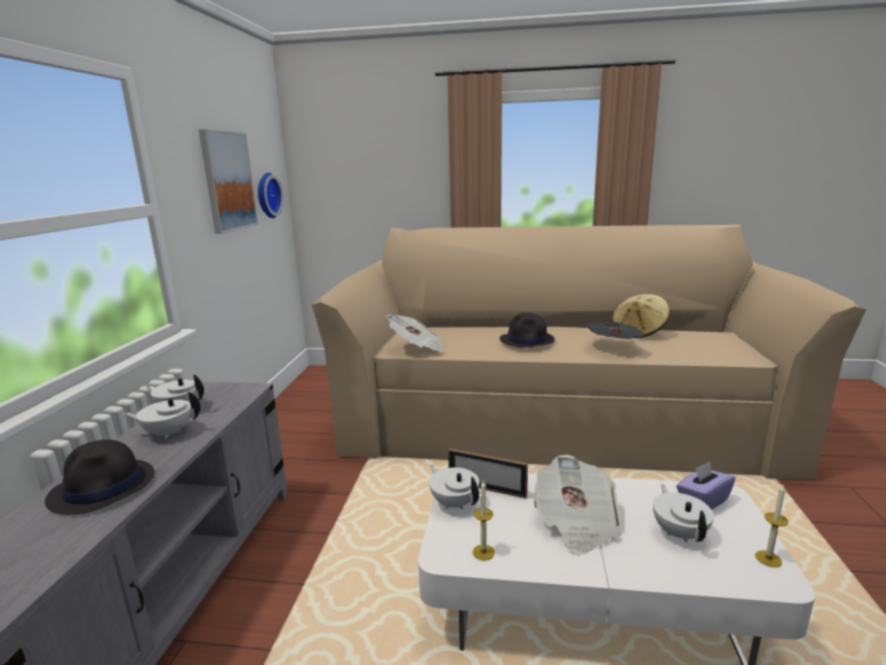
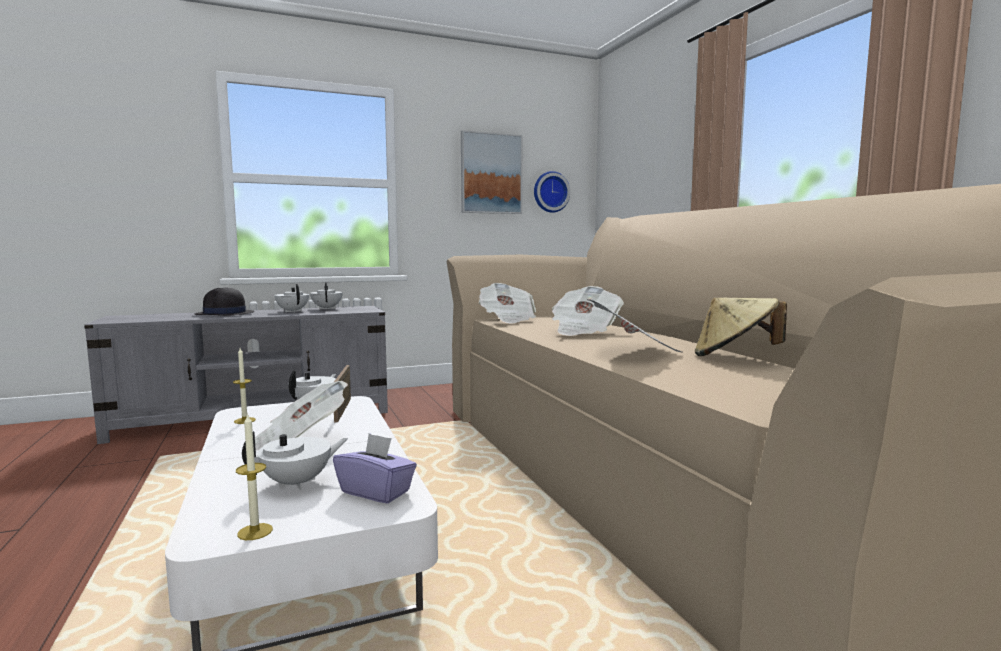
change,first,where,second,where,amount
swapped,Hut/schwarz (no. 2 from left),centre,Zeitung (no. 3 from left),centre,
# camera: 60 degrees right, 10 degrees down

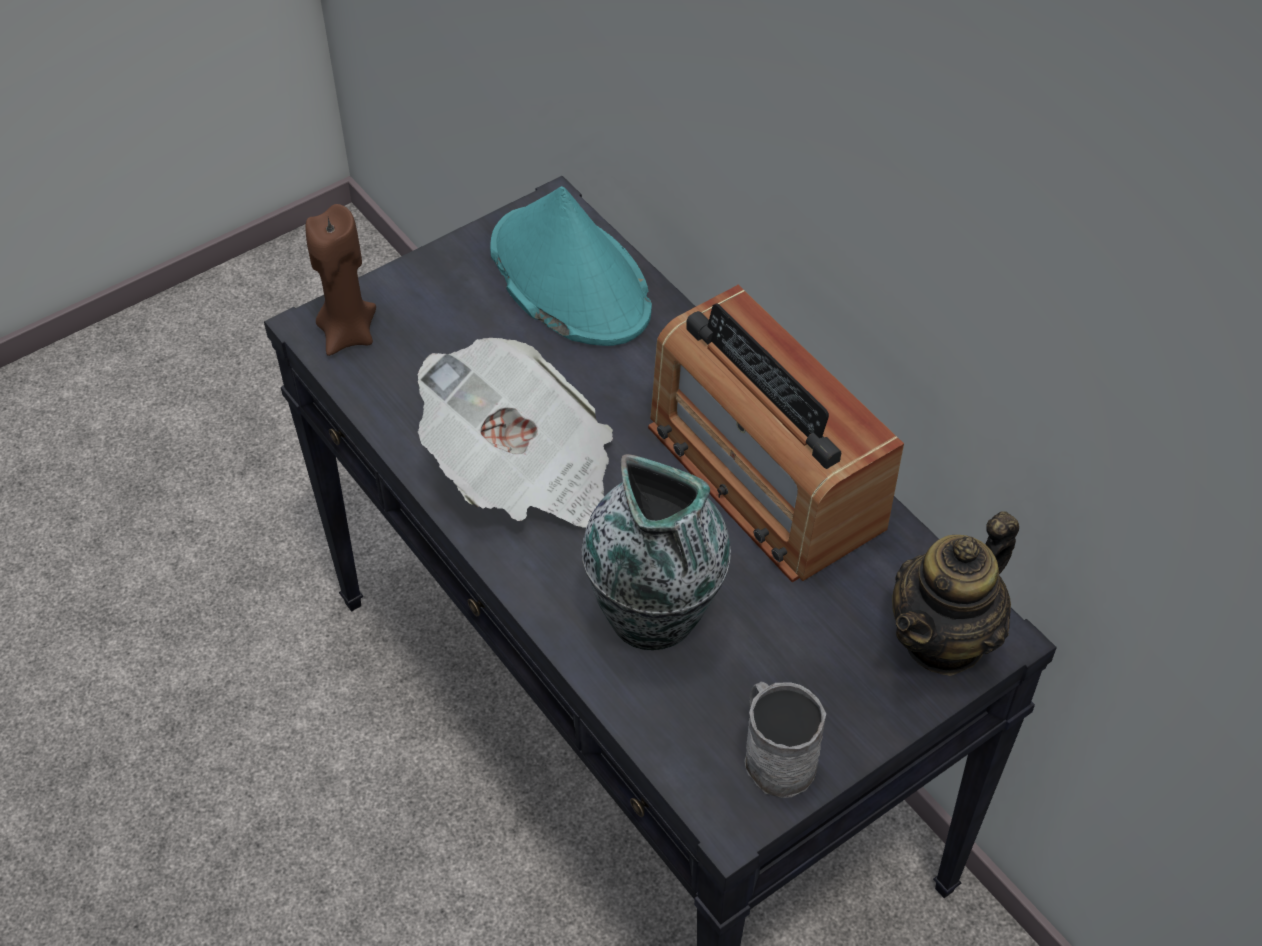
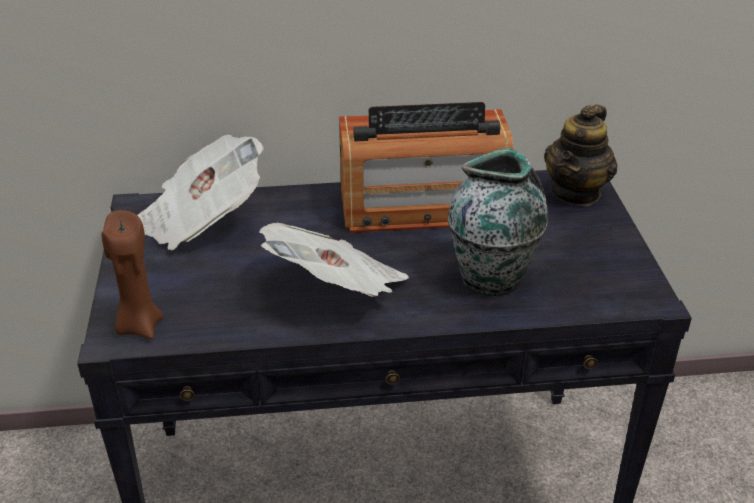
change,first,where,second,where,amount
swapped,Hut/türkis,top centre,Zeitung (no. 1 from left),middle left,
gone,Henkelbecher/grau,bottom centre,,,
rotated,Teekanne,middle right,,top right,45 degrees clockwise
# camera: 60 degrees left, 15 degrees down

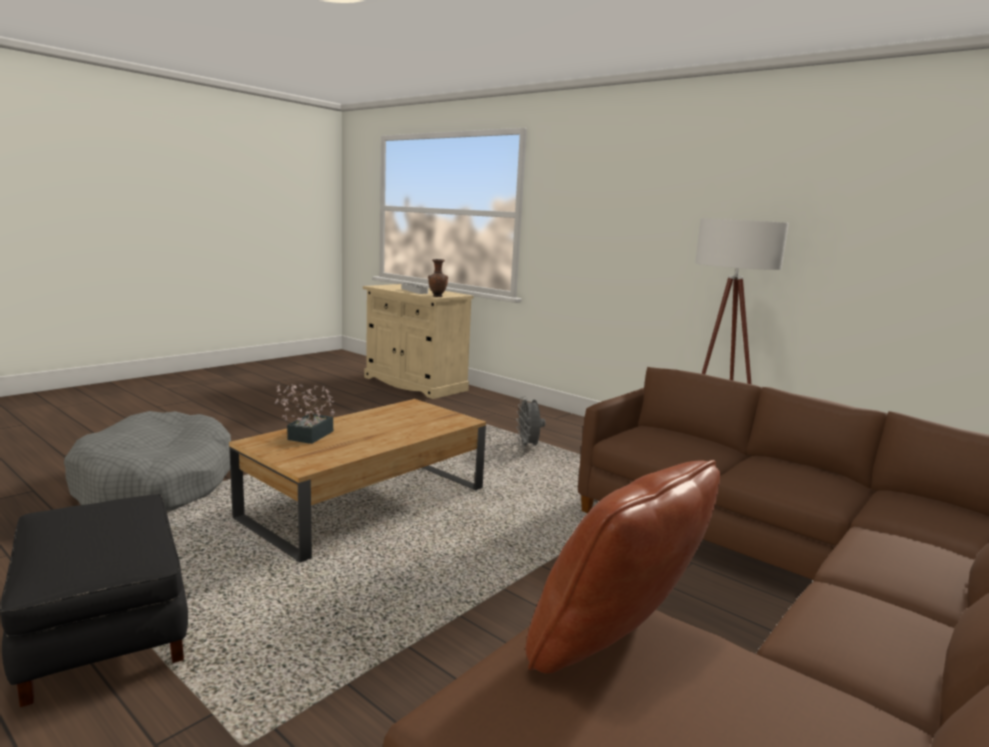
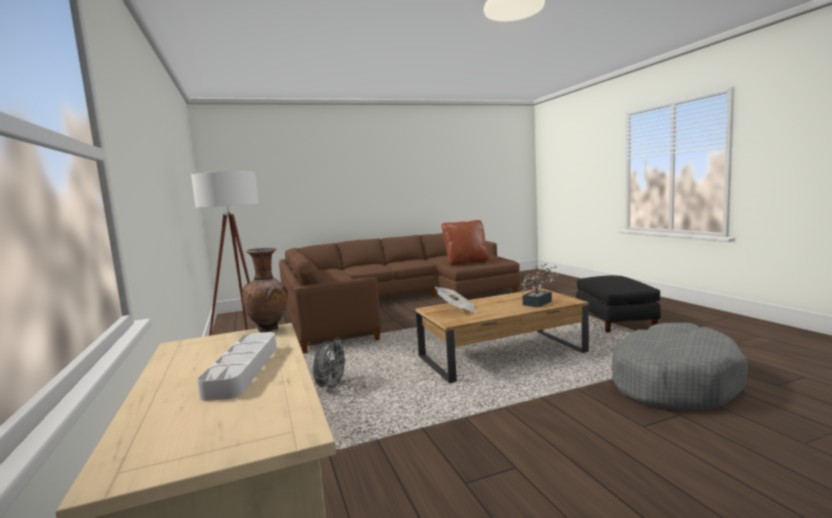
change,first,where,second,where,amount
new,,,Zeitung,centre,
# camera: 150 degrees left, 5 degrees down

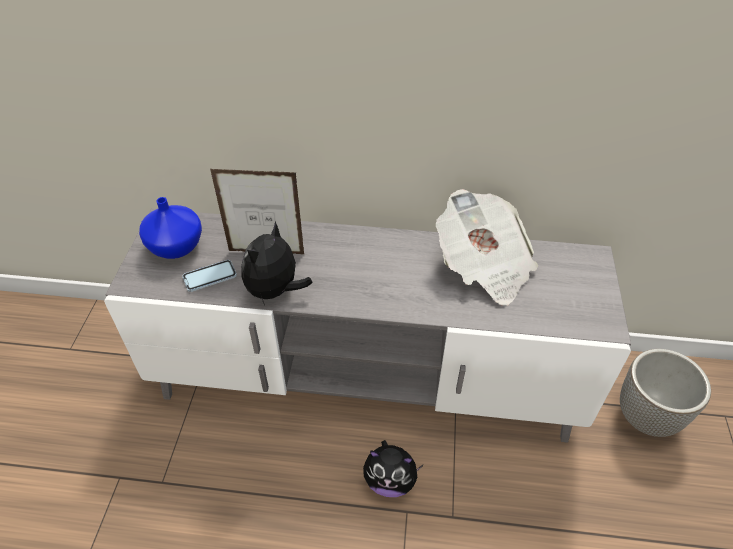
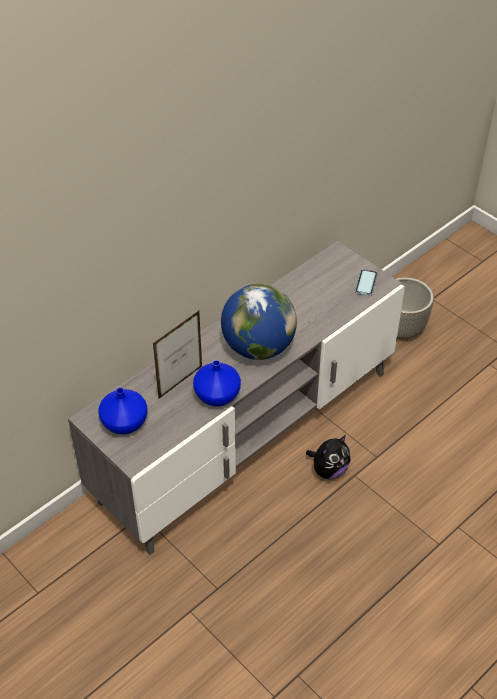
change,first,where,second,where,amount
shifted,Handy,middle left,,middle right,
swapped,Plüschtier (no. 1 from left),centre,Vase/blau (no. 2 from left),centre,
gone,Zeitung,centre,,,
new,,,Globus,centre,
# camera: 50 degrees left, 0 degrees up

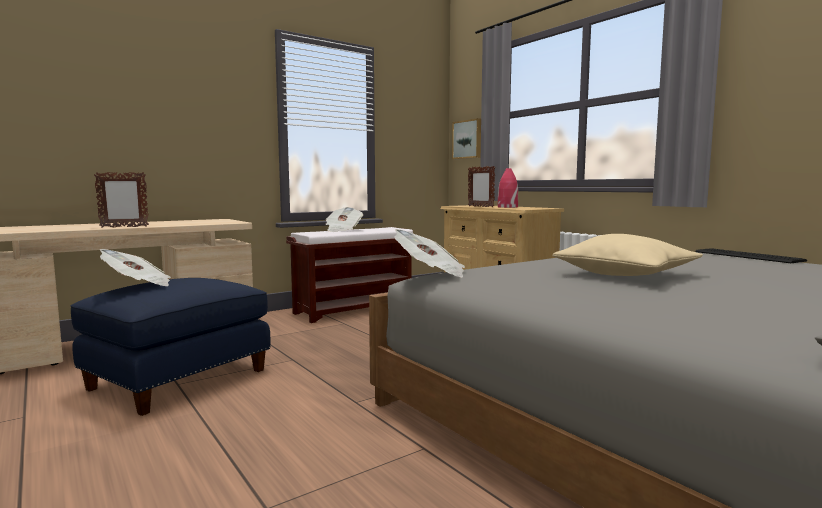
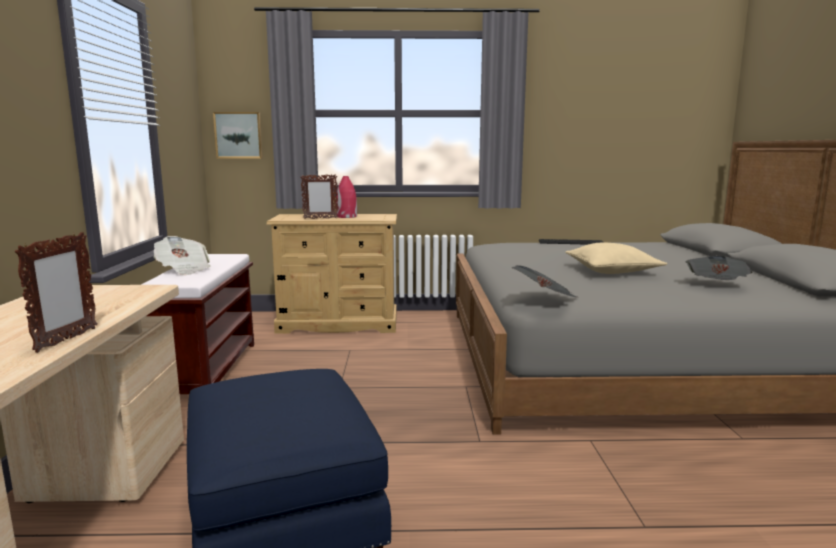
change,first,where,second,where,amount
shifted,Zeitung (no. 1 from left in the first image),middle left,Zeitung (no. 3 from left),middle right,
# camera: 55 degrees left, 5 degrees up

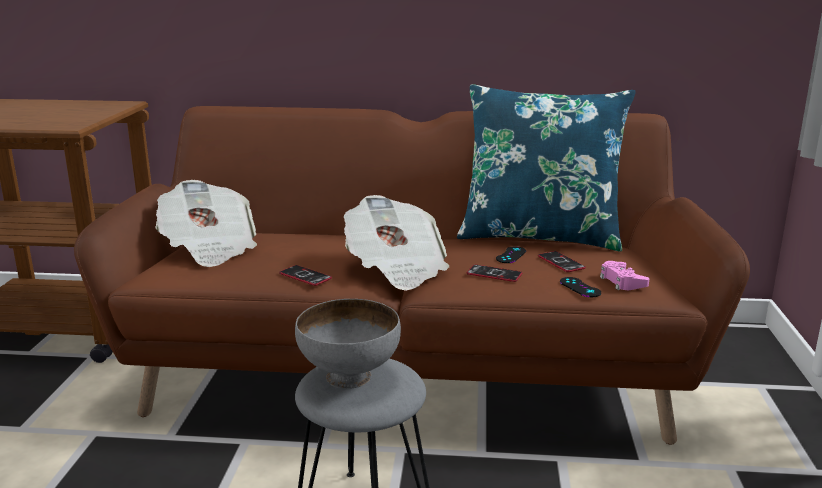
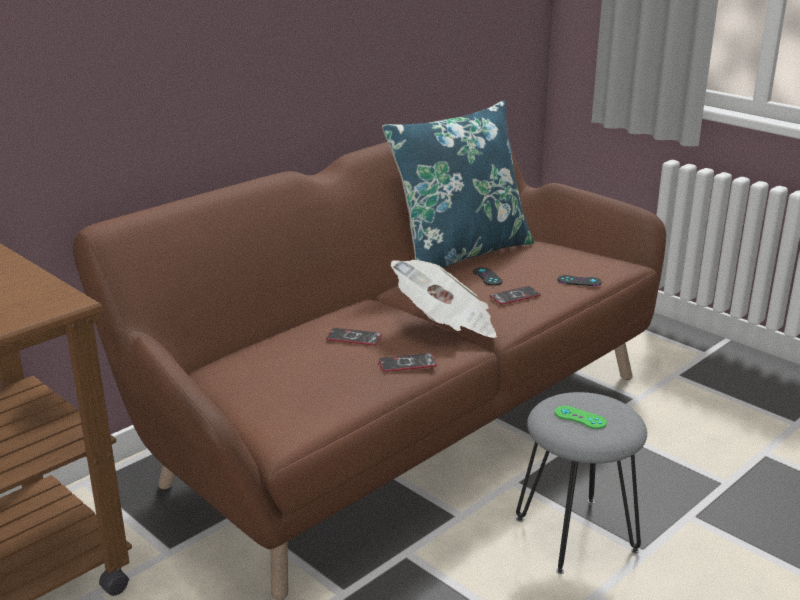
change,first,where,second,where,amount
gone,Zeitung (no. 1 from left),middle left,,,
swapped,Schüssel/grau,bottom centre,Gamepad/grün,bottom right,
shifted,Handy (no. 3 from left in the first image),middle right,Handy (no. 1 from left),centre,
gone,Gamepad/rosa,middle right,,,
# camera: 50 degrees left, 5 degrees up

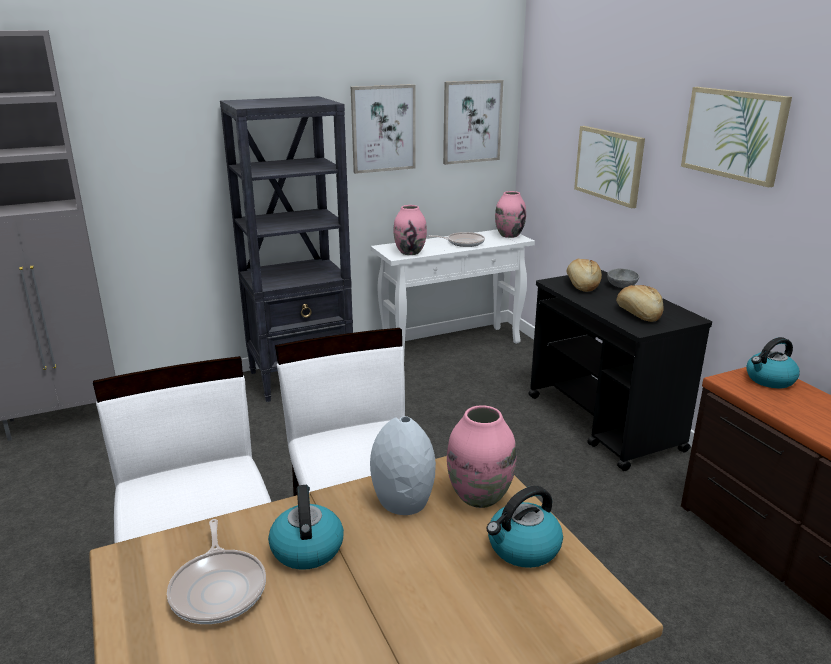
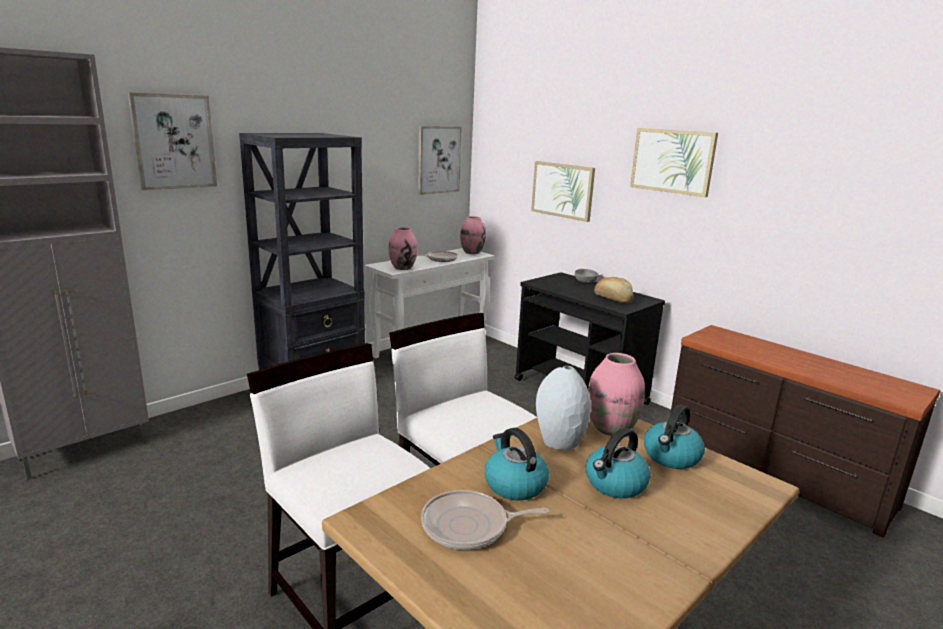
change,first,where,second,where,amount
rotated,Pfanne (no. 1 from left in the first image),bottom left,Pfanne (no. 2 from left),bottom centre,120 degrees clockwise
shifted,Bild (no. 1 from left),top centre,,top left,
gone,Brot (no. 1 from left),middle right,,,
shifted,Wasserkessel (no. 3 from left in the first image),middle right,Wasserkessel (no. 2 from left),bottom centre,
# camera: 20 degrees left, 5 degrees down

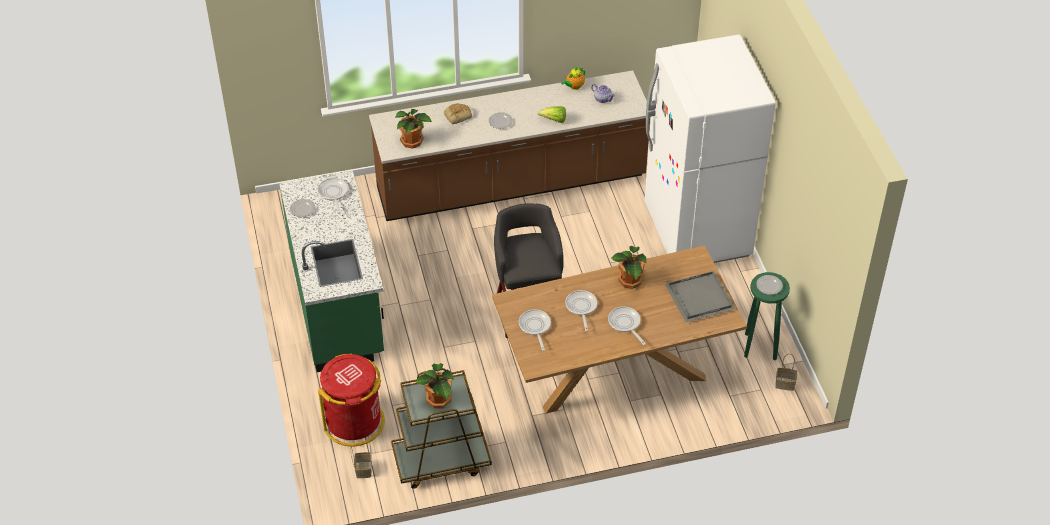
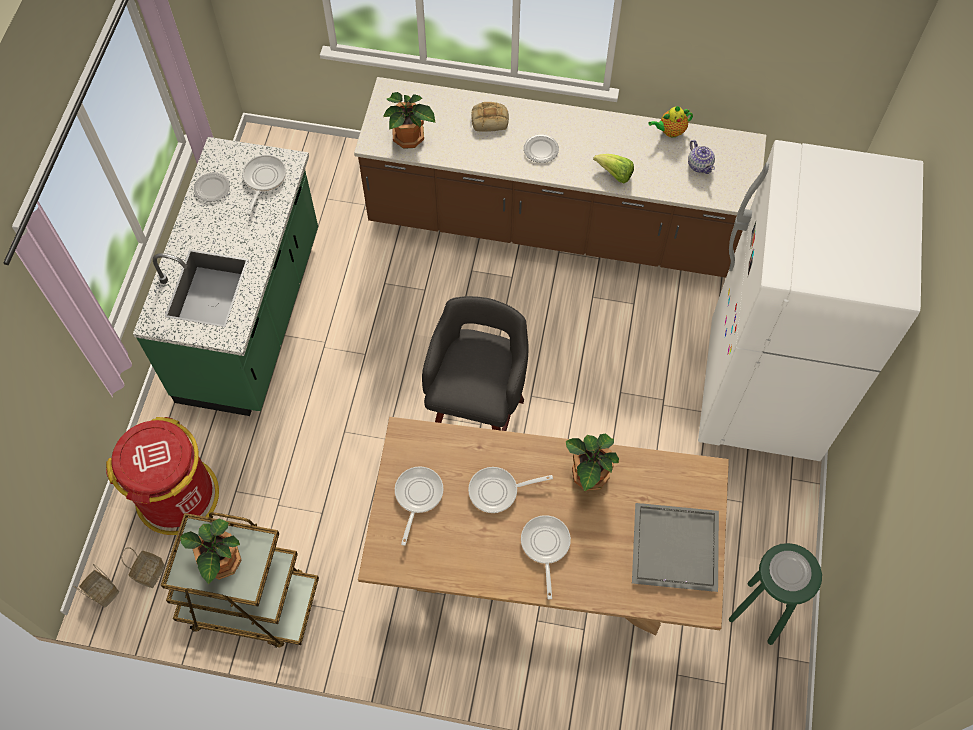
change,first,where,second,where,amount
rotated,Pfanne (no. 3 from left),centre,,bottom centre,120 degrees counterclockwise
shifted,Korb (no. 2 from left in the first image),bottom right,Korb (no. 1 from left),bottom left,
# camera: 25 degrees right, 15 degrees up

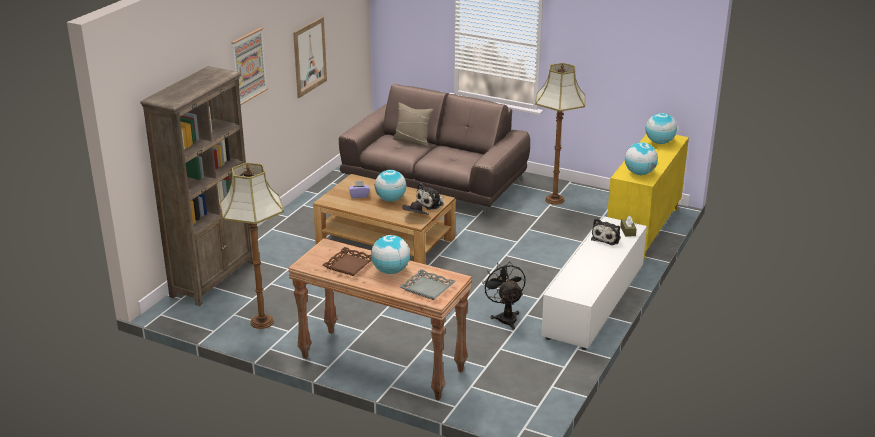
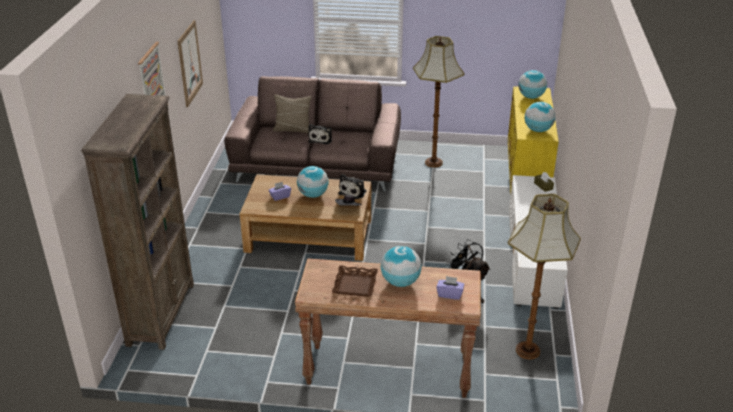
change,first,where,second,where,amount
shifted,Stehlampe (no. 1 from left in the first image),middle left,Stehlampe (no. 2 from left),bottom right,
swapped,Tablett/grau,centre,Taschentuchbox/lila (no. 2 from left),bottom centre,
shifted,Plüschtier (no. 2 from left in the first image),middle right,Plüschtier (no. 1 from left),top centre,
# camera: 20 degrees left, 5 degrees up

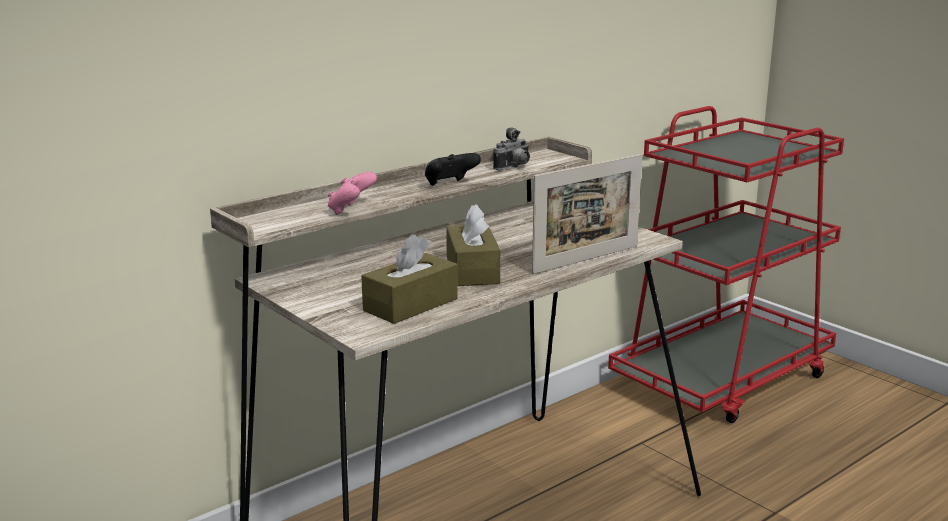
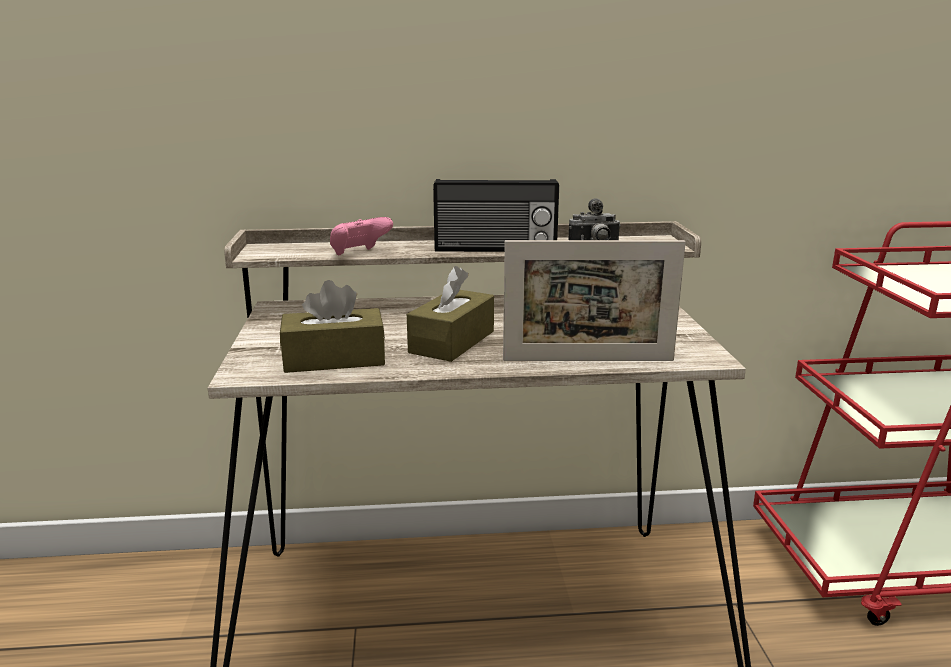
change,first,where,second,where,amount
swapped,Gamepad/schwarz,top centre,Radio,top centre,
# camera: 35 degrees right, 0 degrees up

